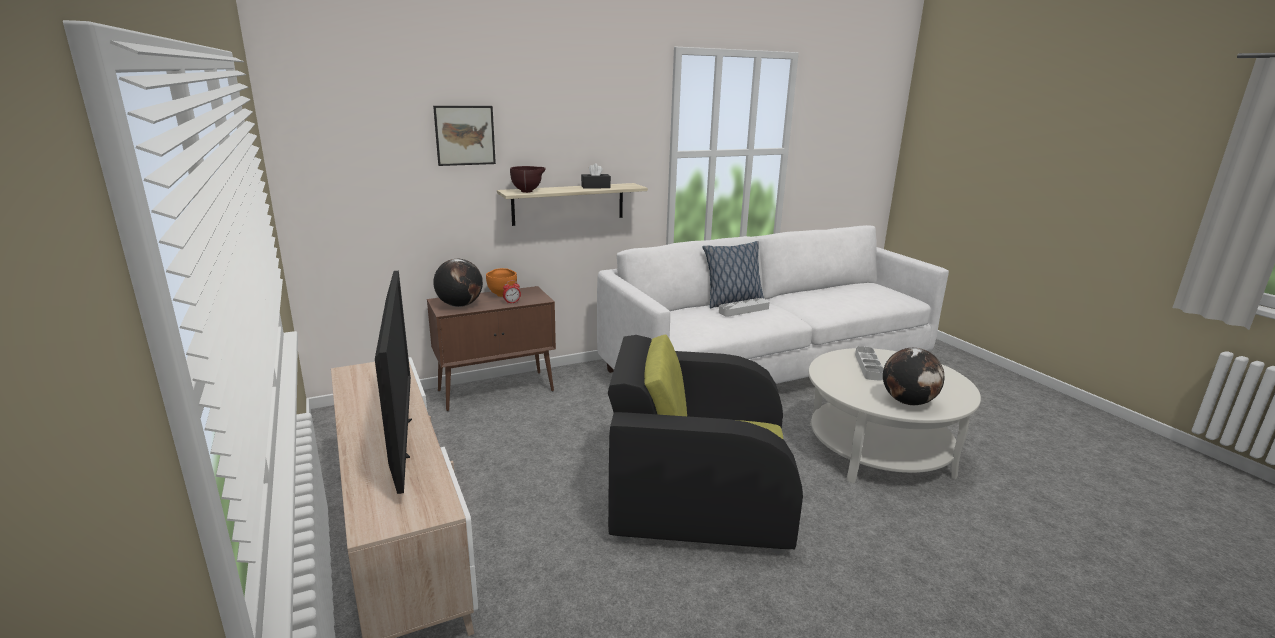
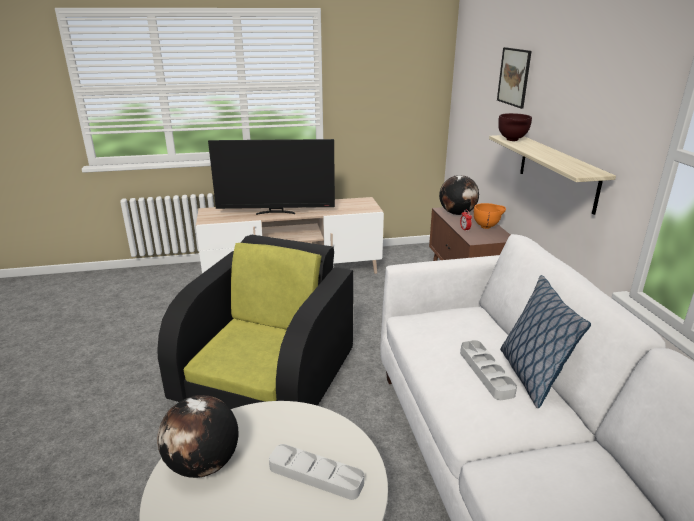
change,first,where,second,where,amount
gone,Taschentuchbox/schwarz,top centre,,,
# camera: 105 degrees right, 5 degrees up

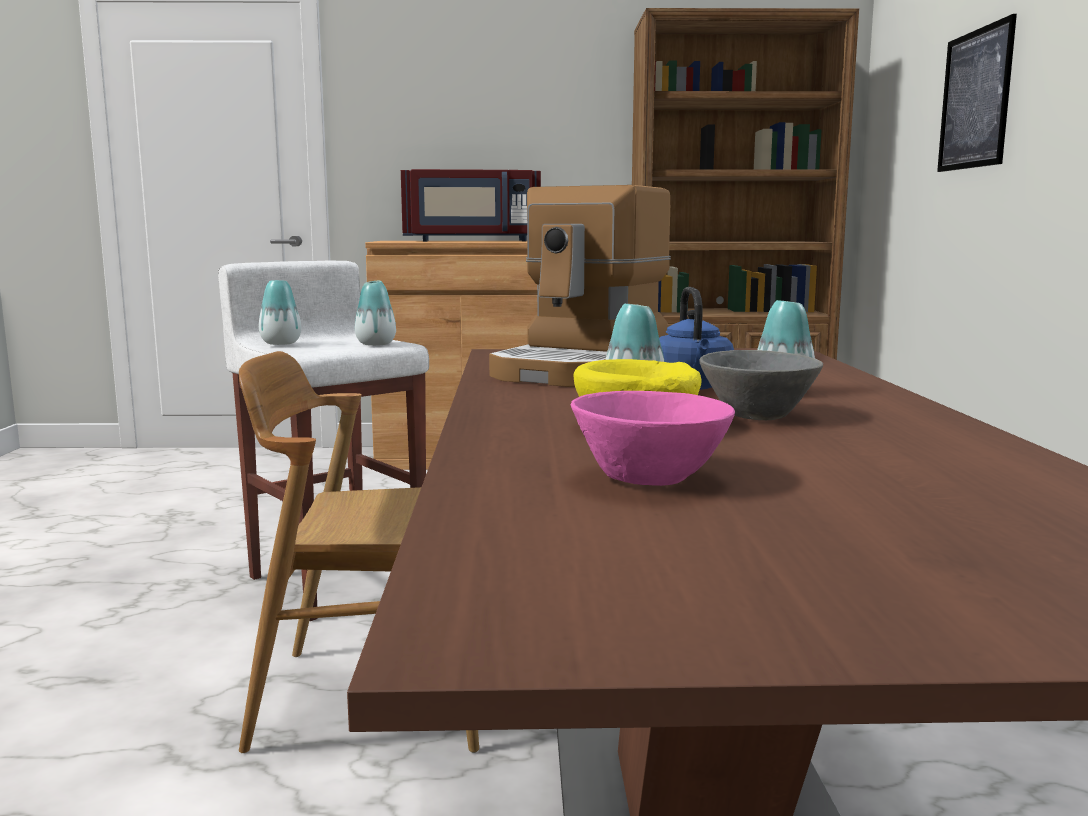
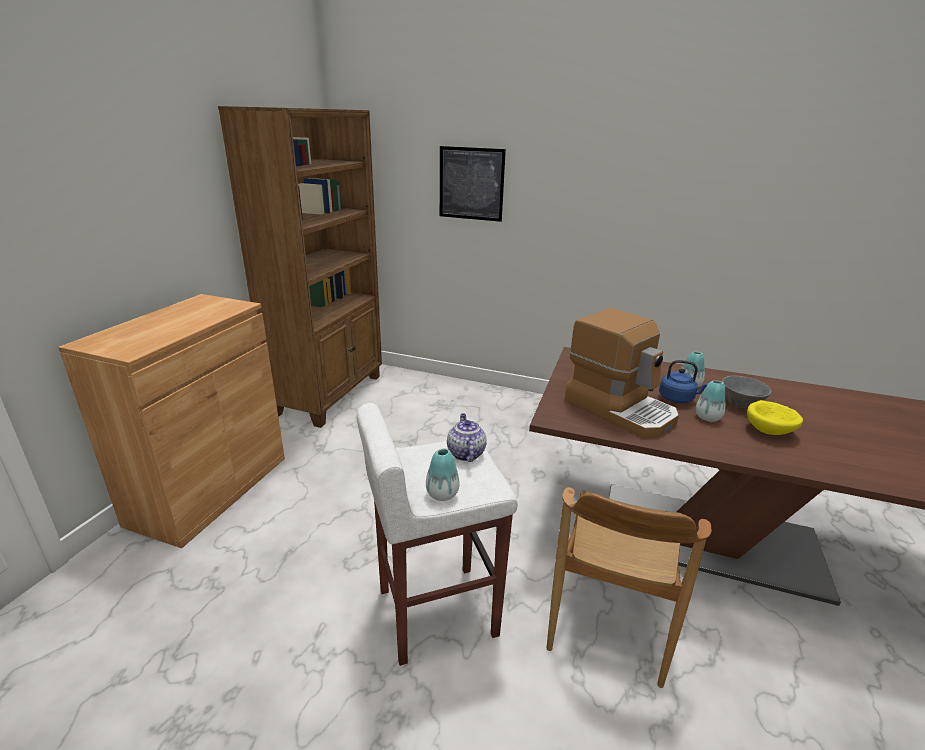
change,first,where,second,where,amount
swapped,Vase (no. 2 from left),centre,Teekanne,centre,
gone,Mikrowelle/rot,top centre,,,
gone,Schüssel/rosa,centre,,,
# camera: 70 degrees left, 15 degrees up

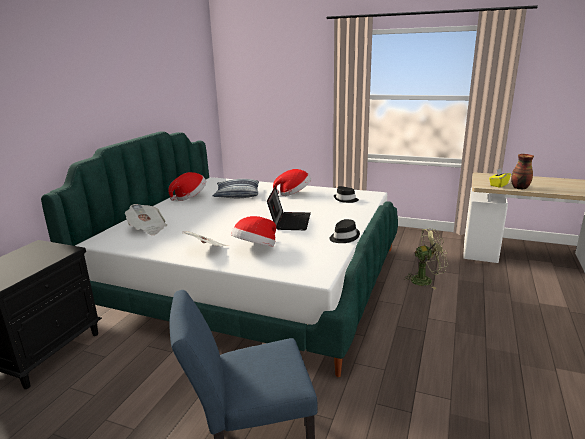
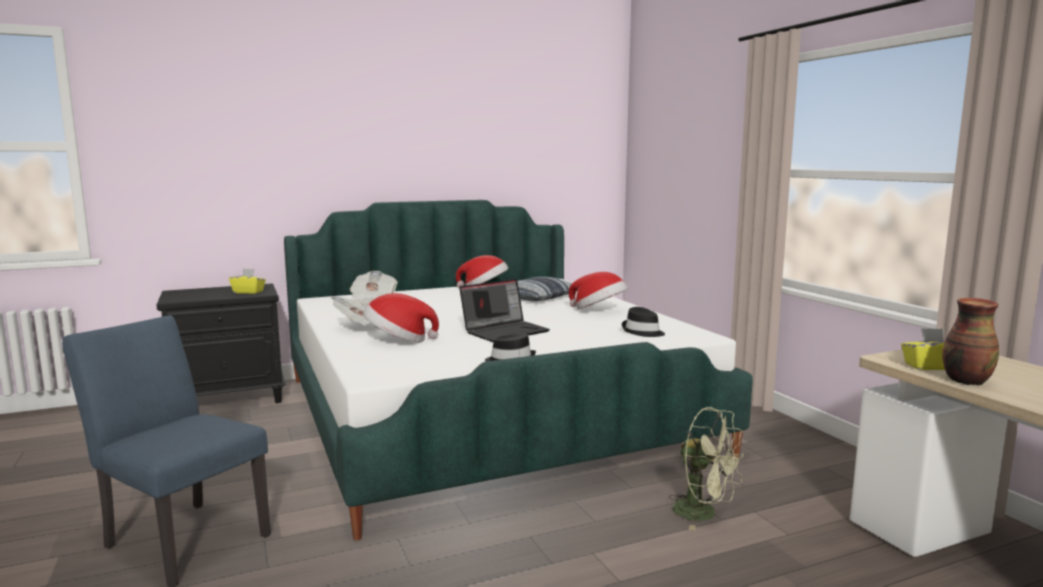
change,first,where,second,where,amount
new,,,Taschentuchbox/gelb (no. 1 from left),middle left,
# camera: 45 degrees right, 10 degrees down

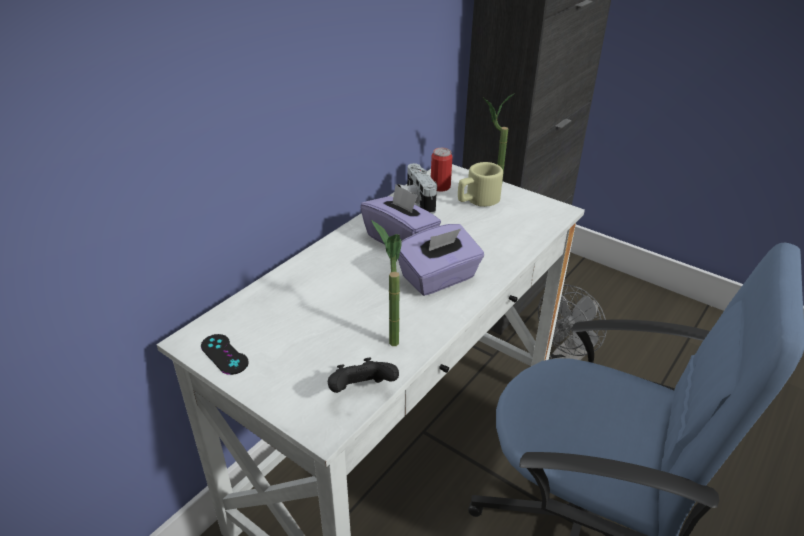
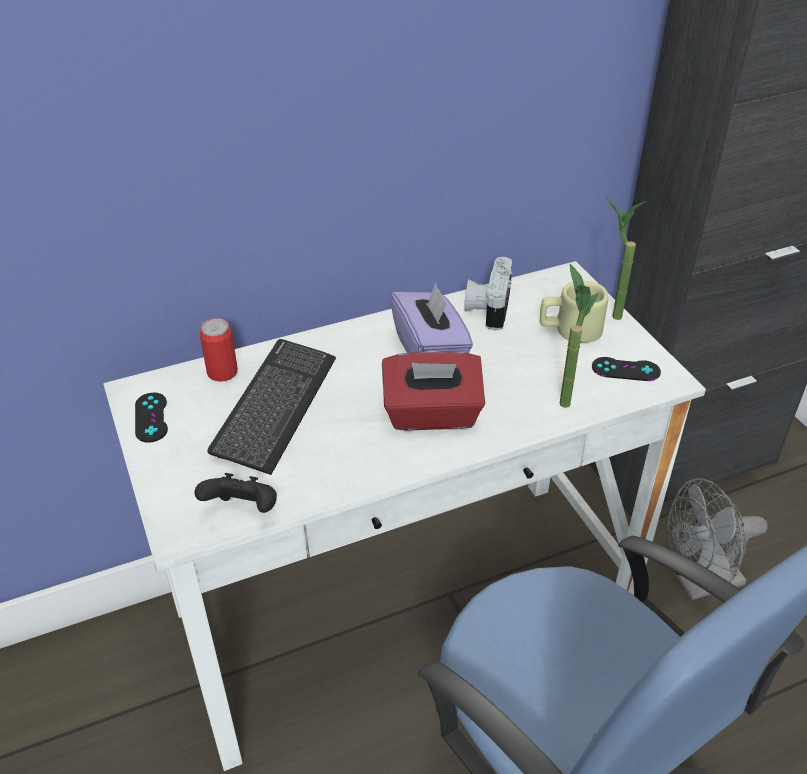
change,first,where,second,where,amount
shifted,Topfpflanze (no. 1 from left),centre,,middle right,
repainted,Taschentuchbox/lila (no. 2 from left),centre,Taschentuchbox/rot,centre,
shifted,Dose,top centre,,middle left,
new,,,Tastatur,centre,
new,,,Gamepad/schwarz (no. 3 from left),middle right,
# camera: 30 degrees right, 5 degrees up

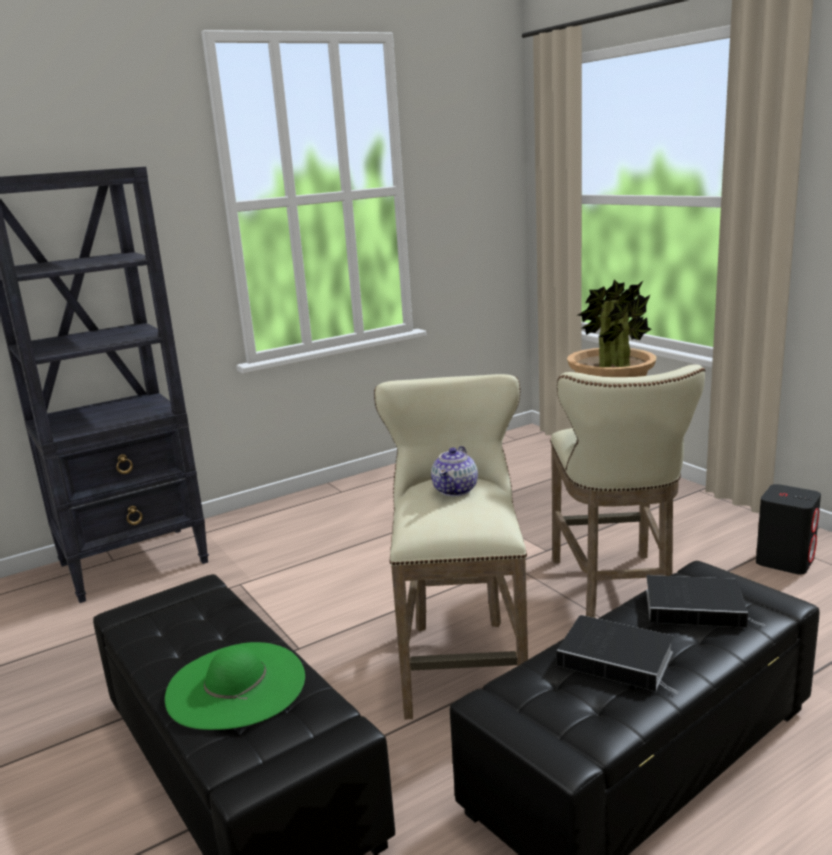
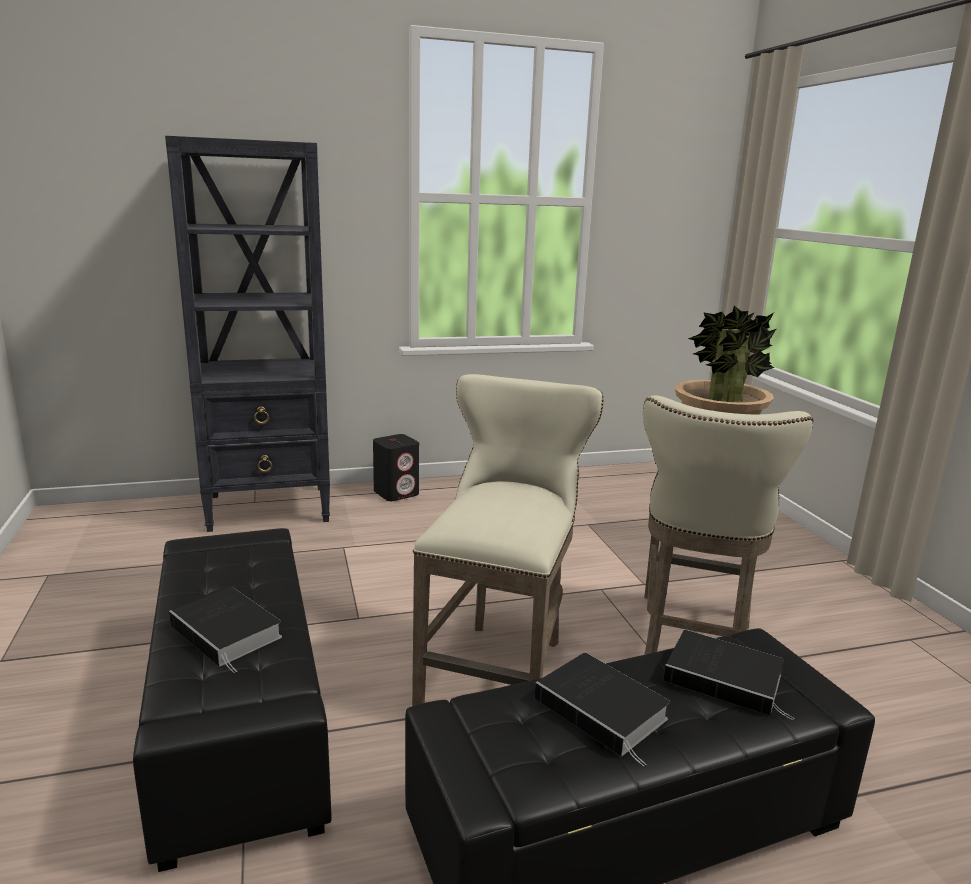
change,first,where,second,where,amount
swapped,Hut/grün,bottom left,Buch (no. 1 from left),bottom left,
gone,Teekanne,centre,,,
shifted,Lautsprecher/schwarz,middle right,,centre,
# camera: 15 degrees right, 0 degrees up

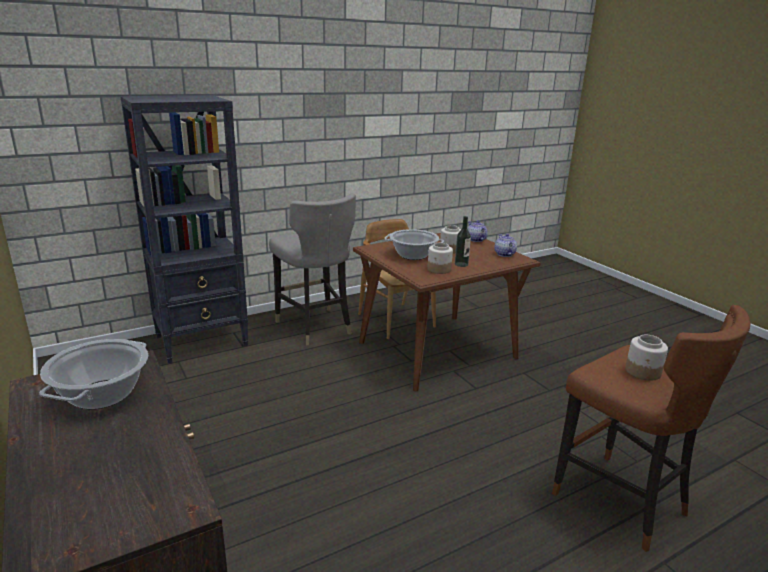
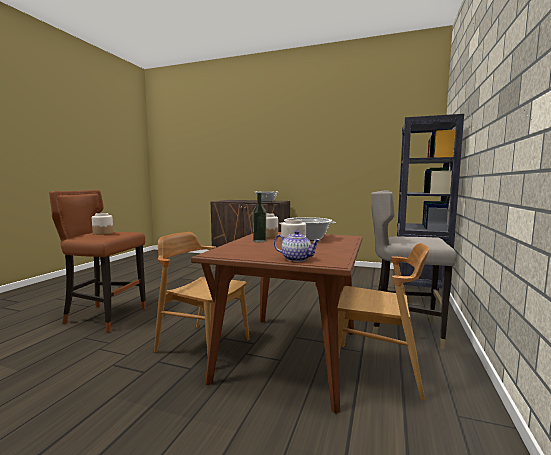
change,first,where,second,where,amount
gone,Teekanne (no. 2 from left),centre,,,
new,,,Stuhl/braun (no. 1 from left),centre,
# camera: 140 degrees right, 15 degrees down

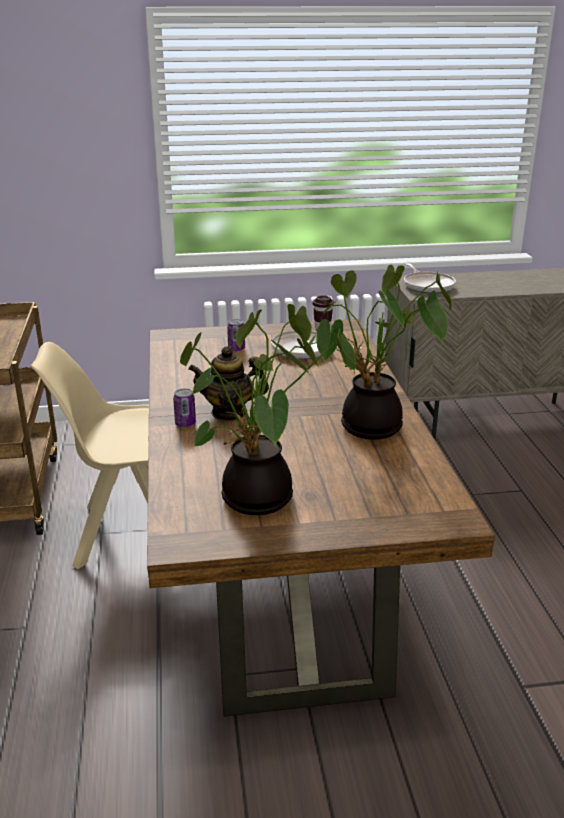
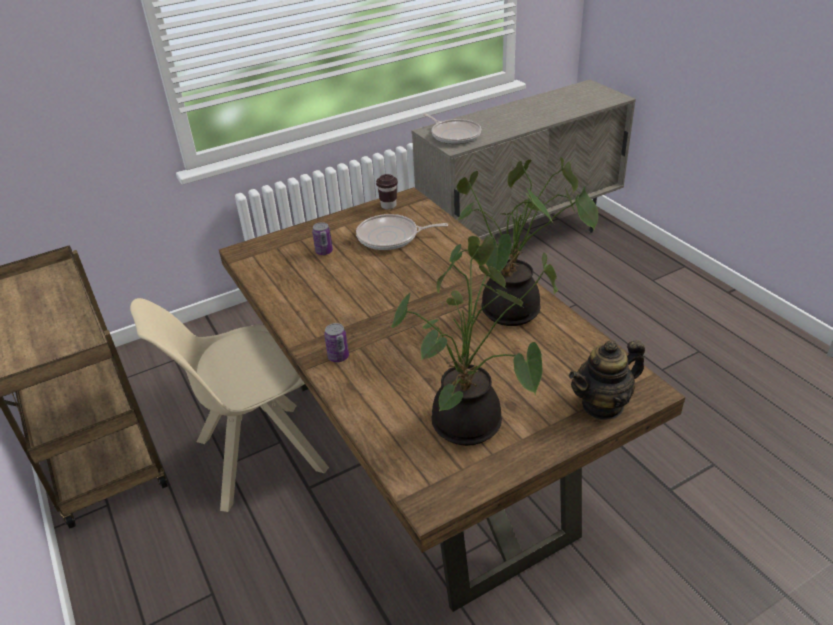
change,first,where,second,where,amount
shifted,Teekanne,centre,,middle right,
# camera: 20 degrees left, 10 degrees up

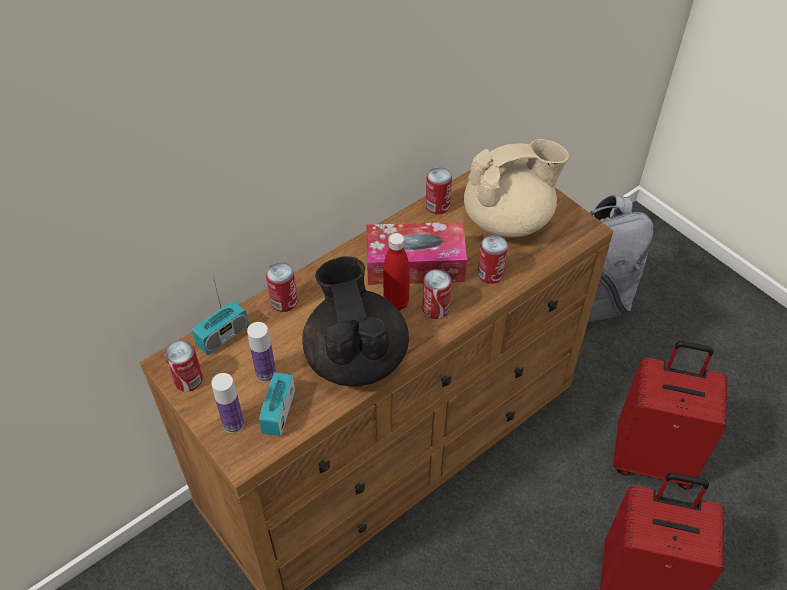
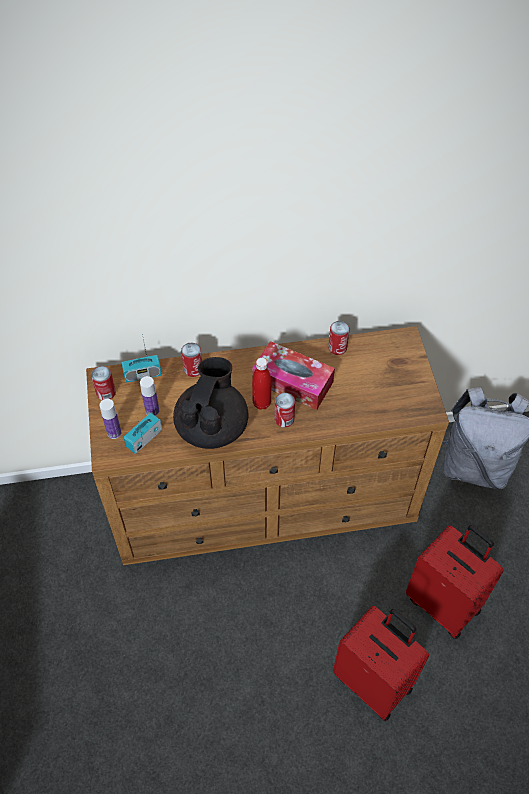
change,first,where,second,where,amount
gone,Teekanne/beige,top centre,,,
gone,Dose (no. 5 from left),centre,,,
# camera: 30 degrees right, 5 degrees up

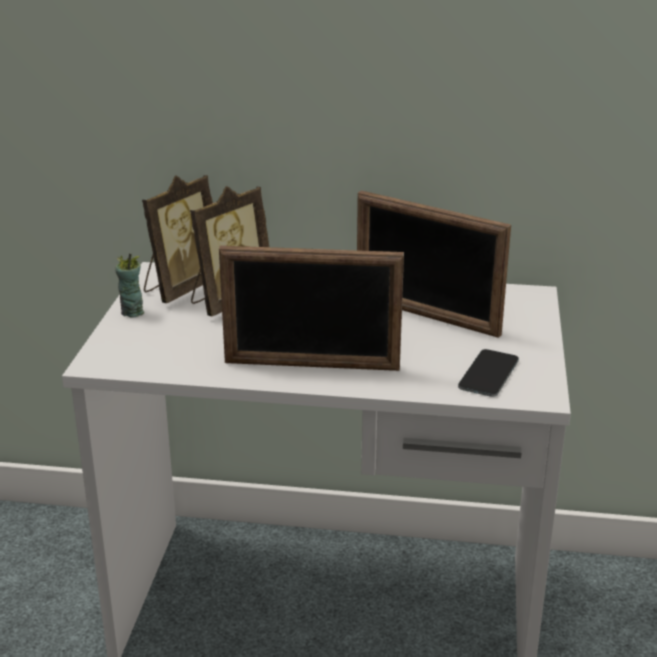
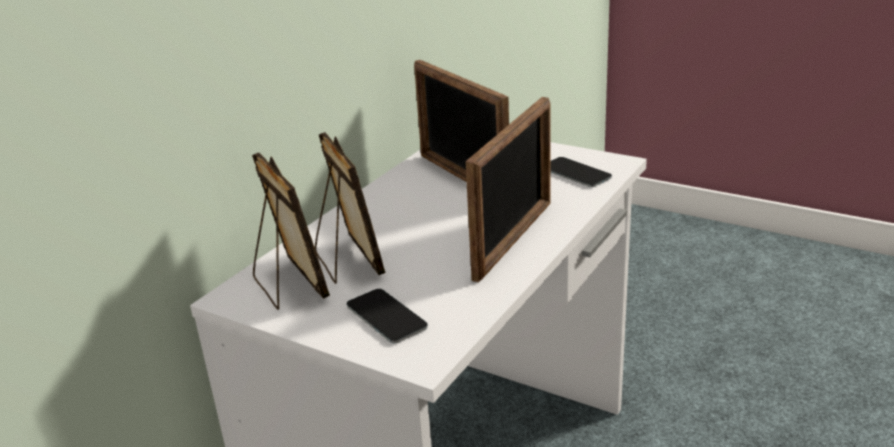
change,first,where,second,where,amount
gone,Tasse,middle left,,,
rotated,Bilderrahmen (no. 4 from left in the first image),centre,Bilderrahmen (no. 3 from left),top centre,90 degrees clockwise
new,,,Handy (no. 1 from left),bottom centre,
# camera: 65 degrees left, 0 degrees up

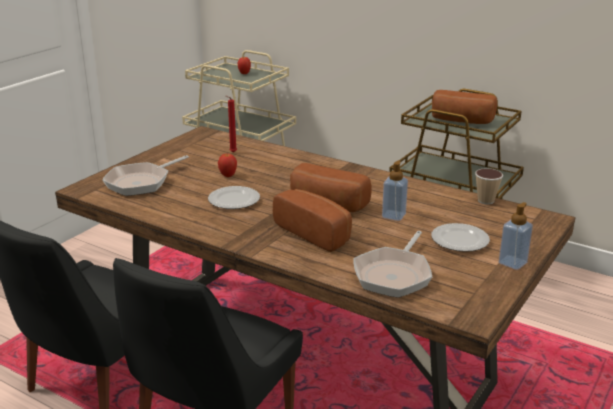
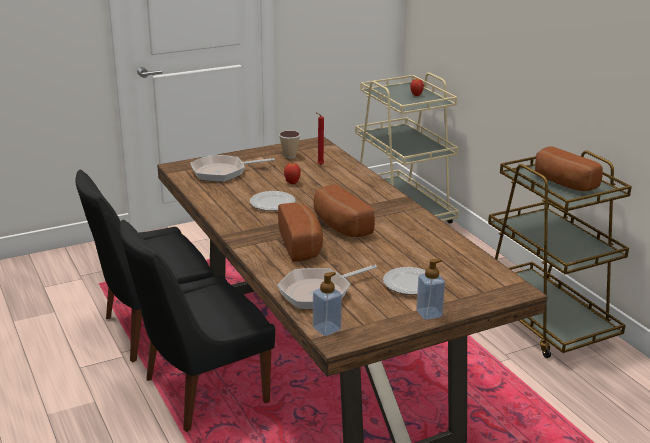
change,first,where,second,where,amount
shifted,Seifenspender (no. 1 from left),centre,,bottom centre,
shifted,Tasse,middle right,,top centre,
# camera: 30 degrees right, 0 degrees up

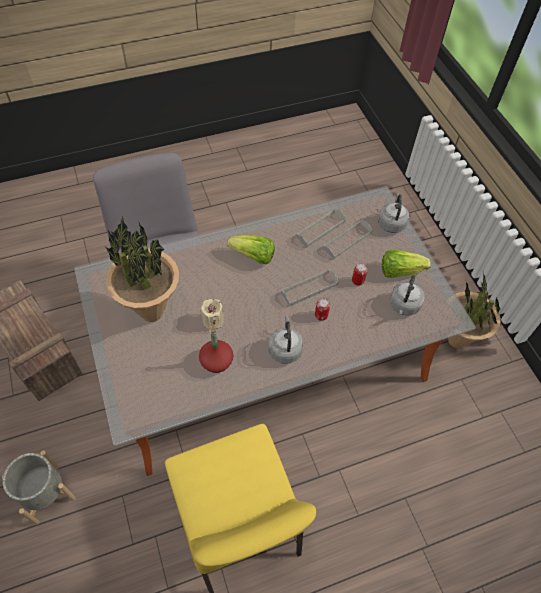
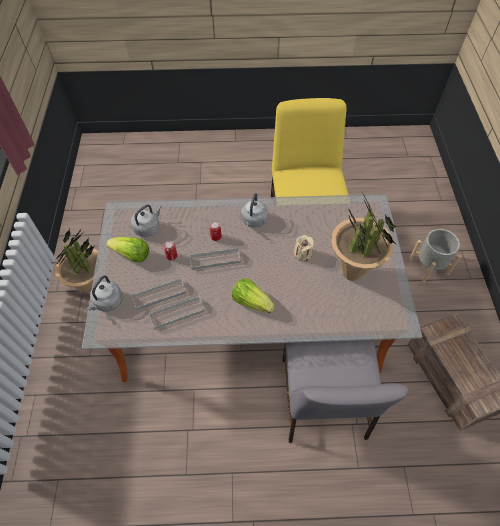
change,first,where,second,where,amount
gone,Flasche/rot,centre,,,
# camera: 160 degrees left, 0 degrees up

